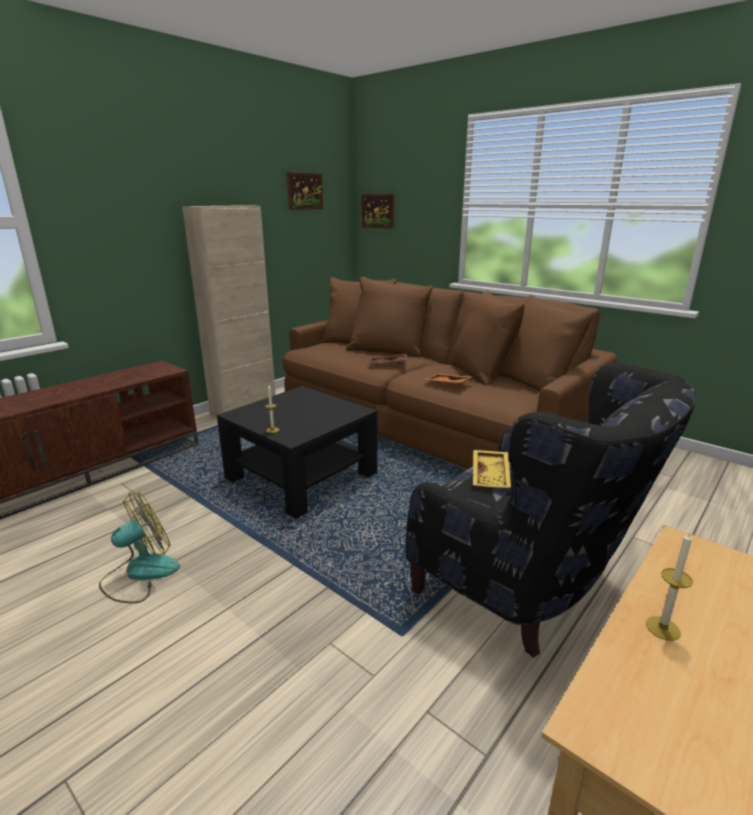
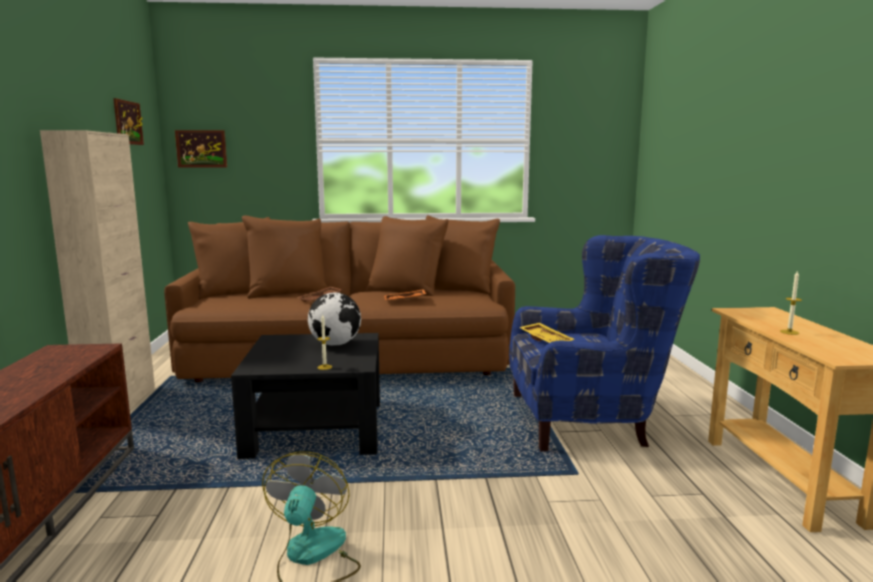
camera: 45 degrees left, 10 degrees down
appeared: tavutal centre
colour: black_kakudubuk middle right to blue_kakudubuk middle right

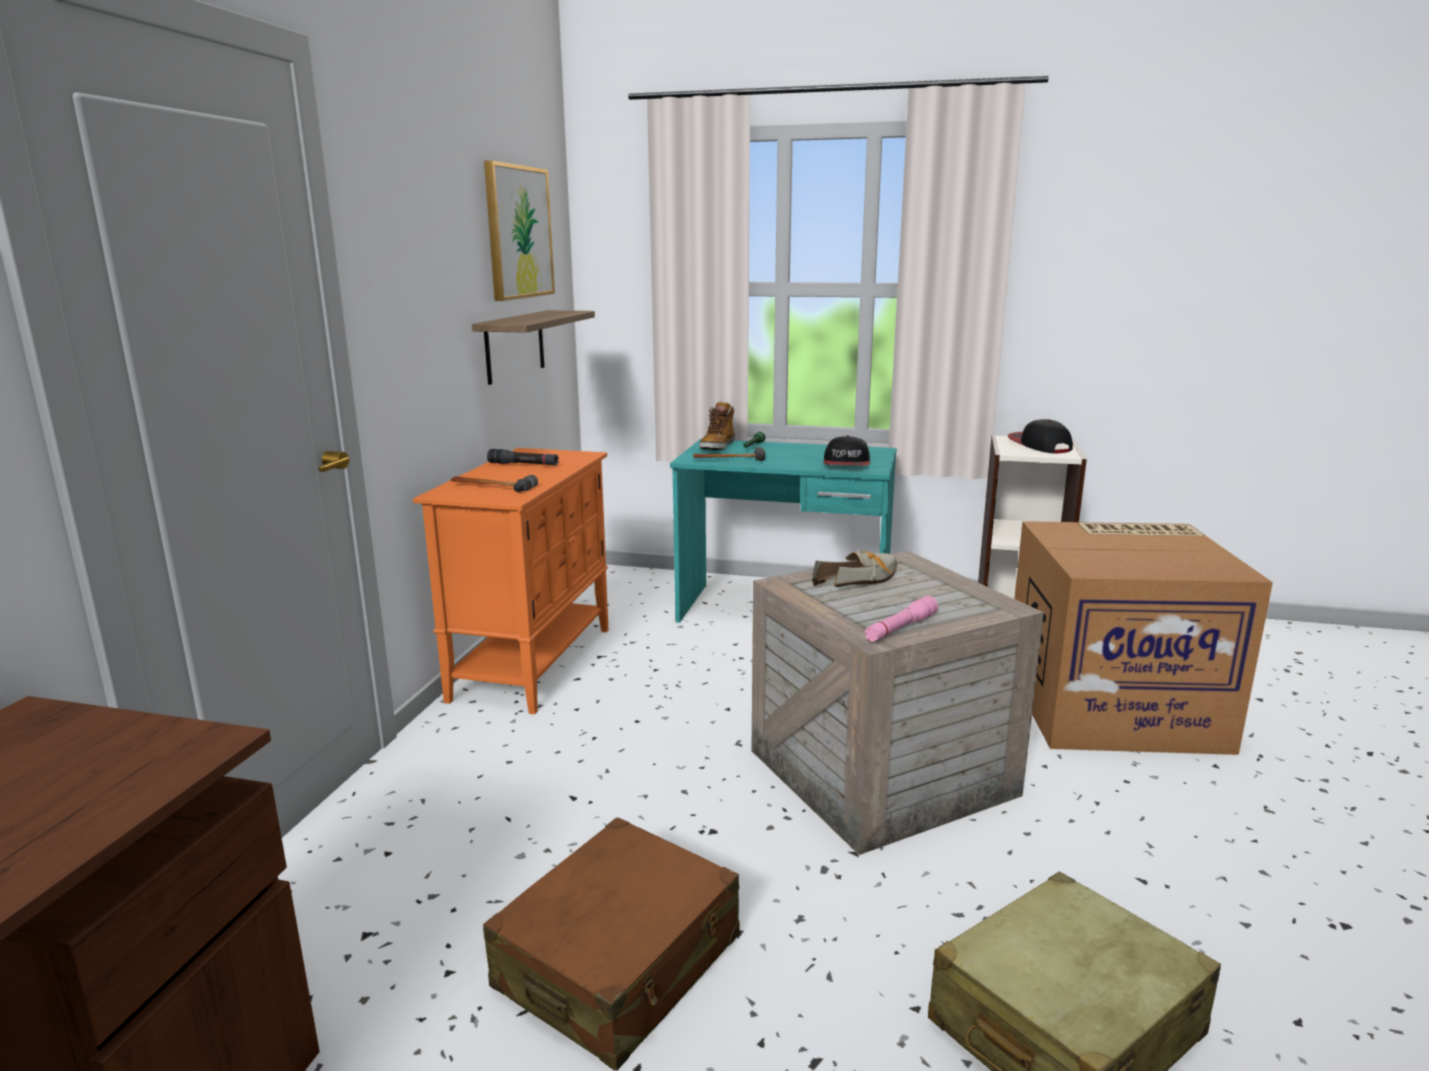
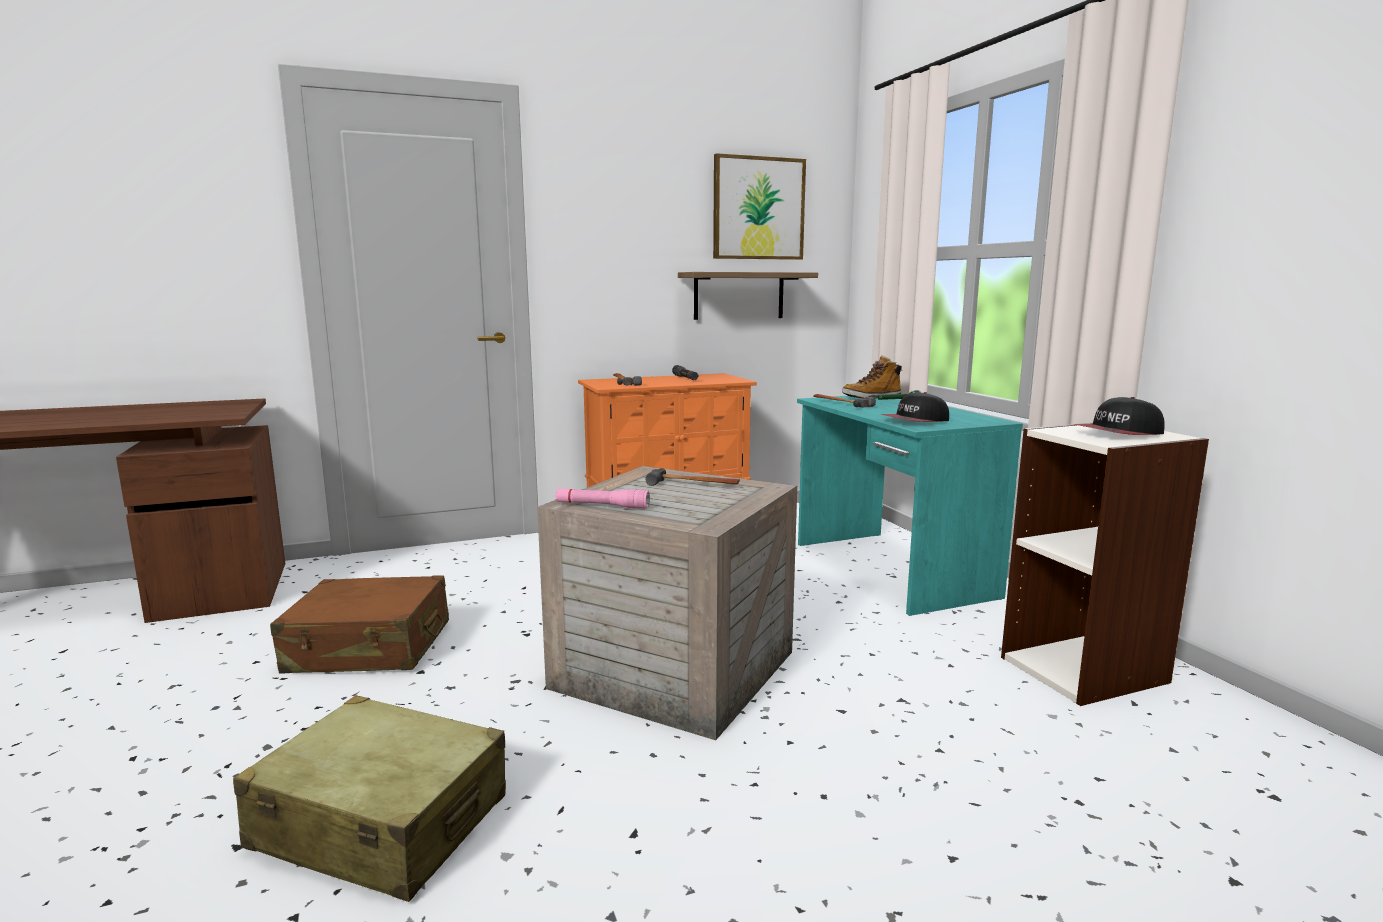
camera: 55 degrees right, 5 degrees down
missing: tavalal middle right
exchanged: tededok centre to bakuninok (no. 2 from left) centre
spun: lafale (no. 2 from left) middle right = middle right 150 degrees counterclockwise

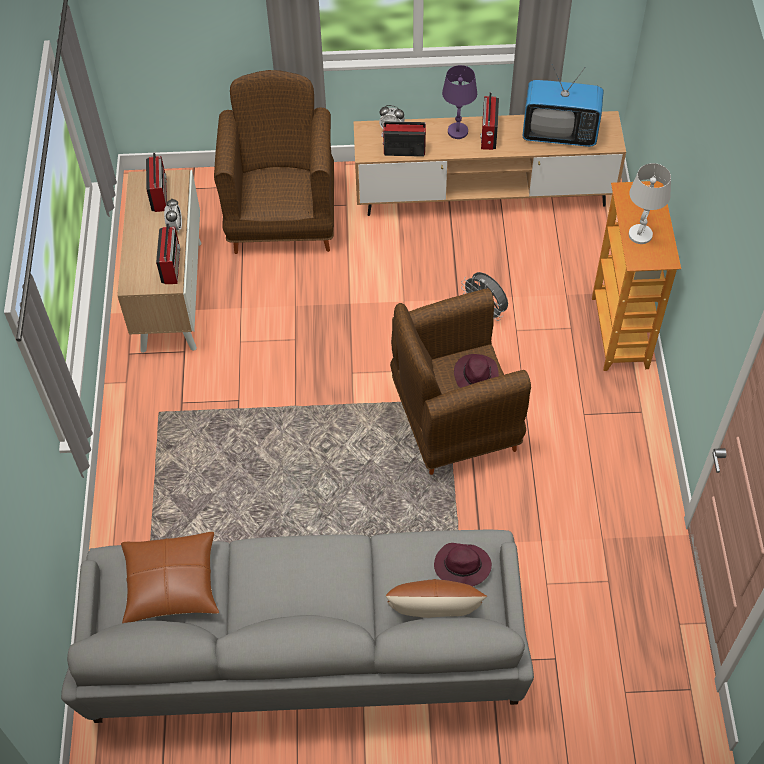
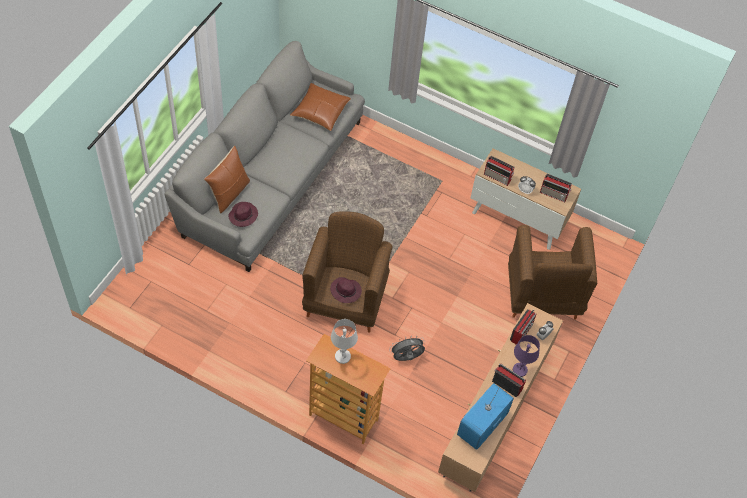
camera: 115 degrees right, 0 degrees up
spun: brown_kakudubuk (no. 1 from left in the first image) top centre = middle right 60 degrees clockwise

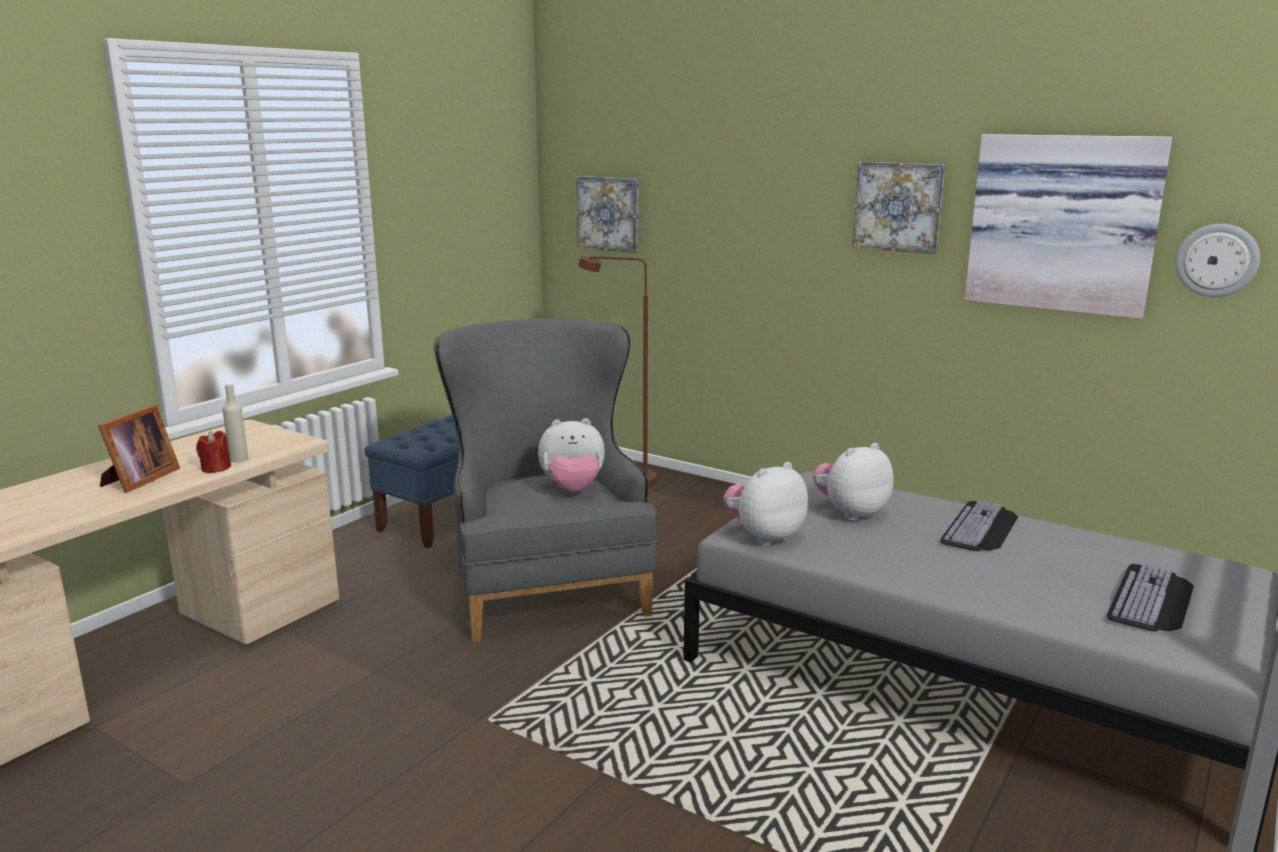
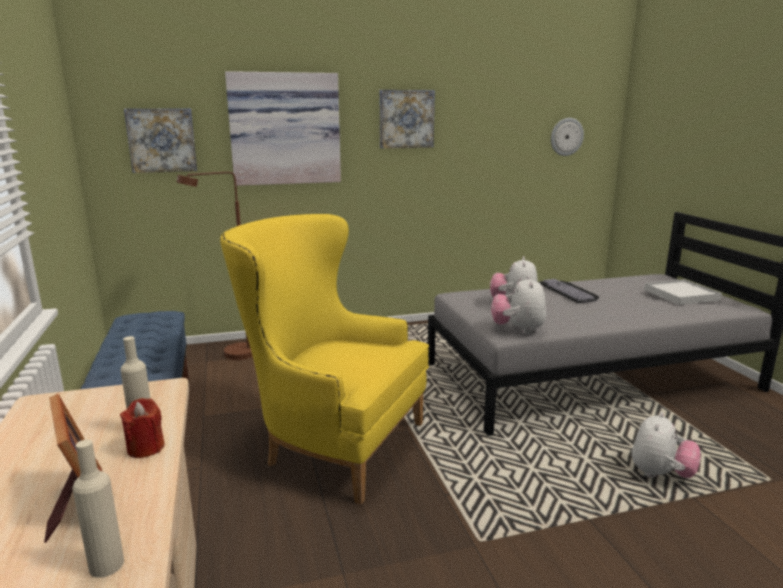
camera: 50 degrees left, 0 degrees up
appeared: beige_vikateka (no. 1 from left) bottom left
relocated: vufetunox (no. 1 from left in the first image) centre to vufetunox (no. 3 from left) bottom right; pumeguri (no. 3 from left in the first image) top right to pumeguri (no. 2 from left) top centre
exchanged: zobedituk (no. 2 from left) bottom right to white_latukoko middle right
colour: grey_kakudubuk centre to yellow_kakudubuk centre

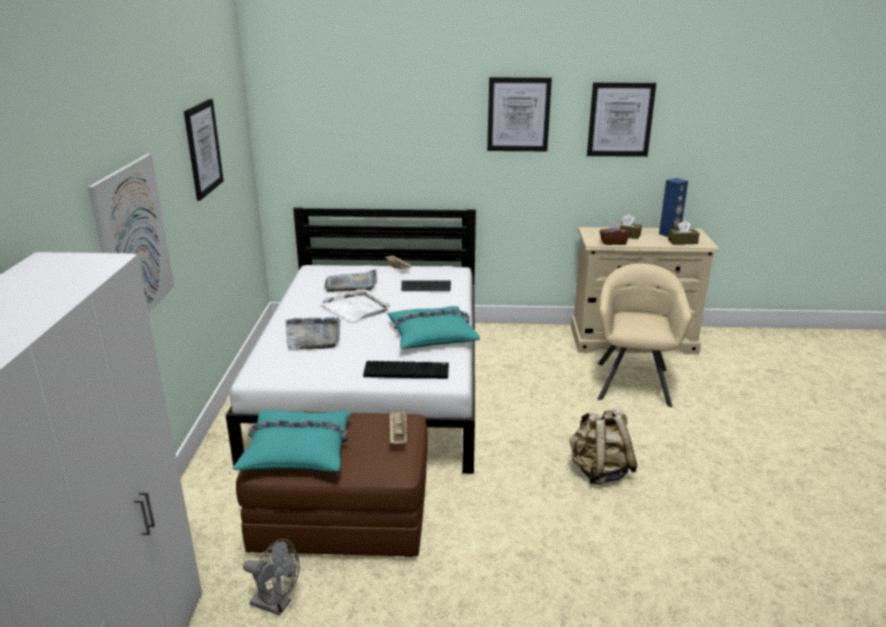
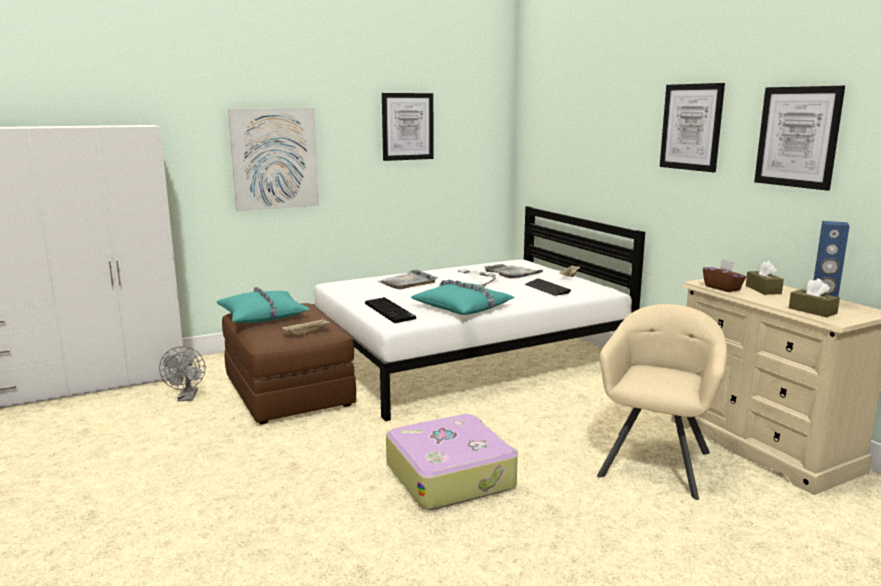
camera: 60 degrees right, 10 degrees down
exchanged: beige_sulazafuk bottom right to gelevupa bottom centre
spun: beige_kakudubuk middle right = bottom right 45 degrees counterclockwise

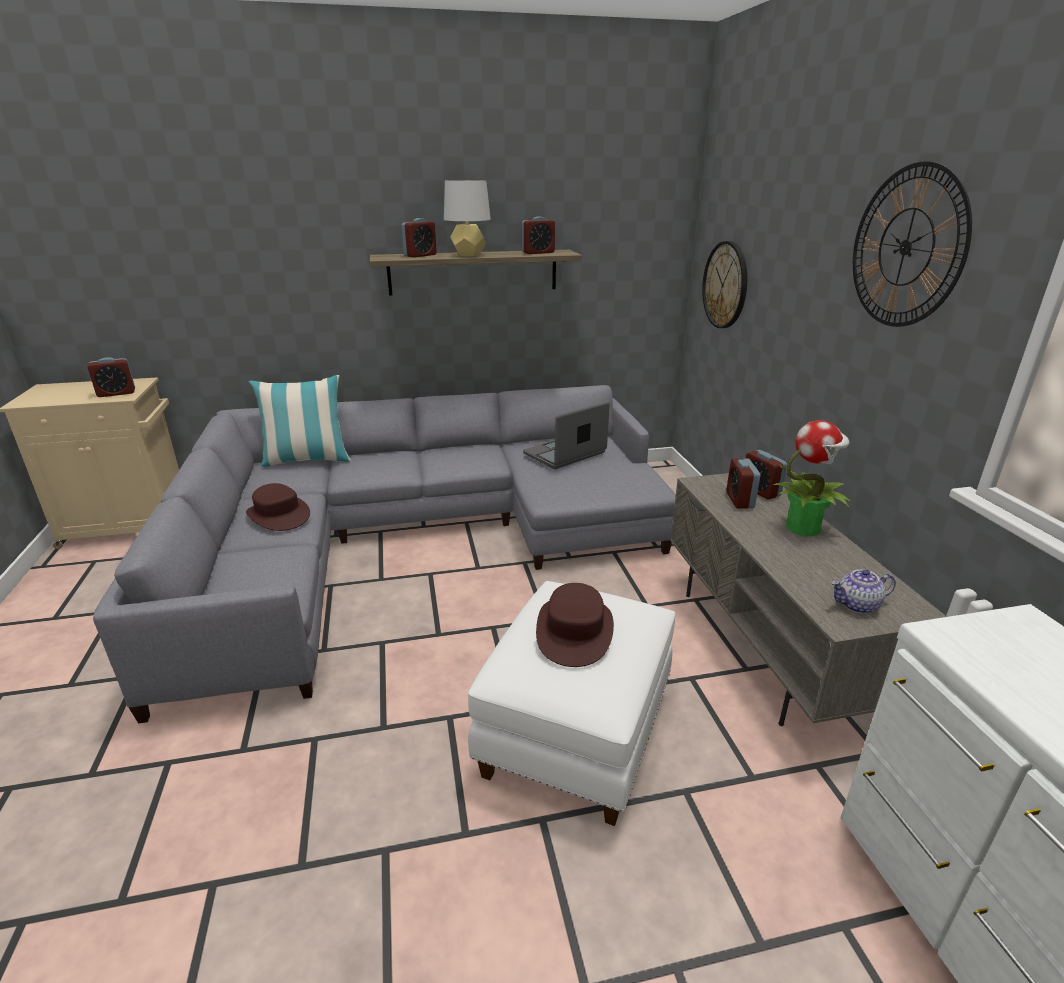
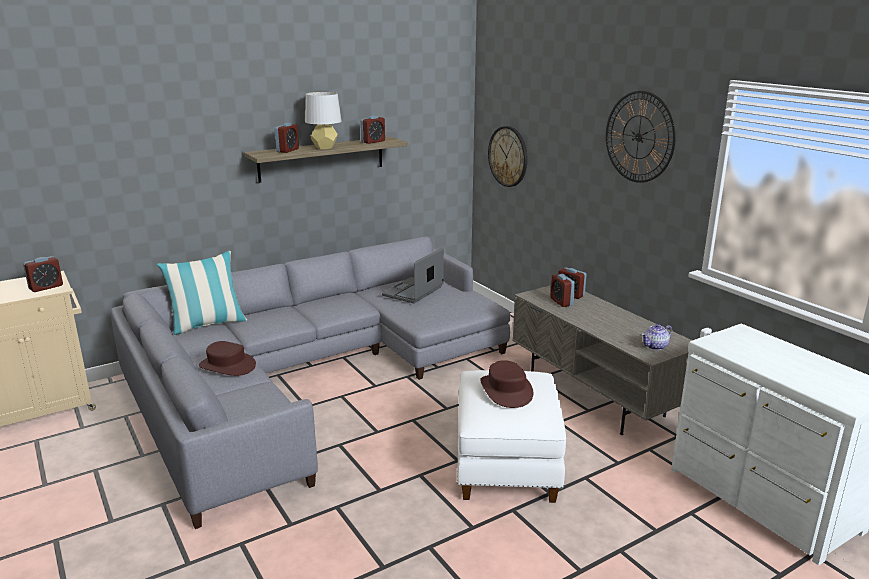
camera: 20 degrees left, 5 degrees down
missing: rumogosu middle right

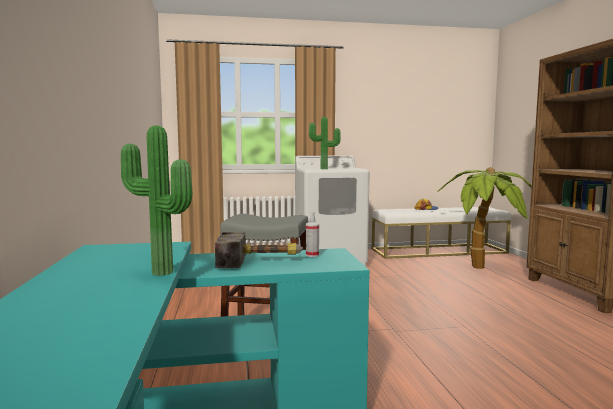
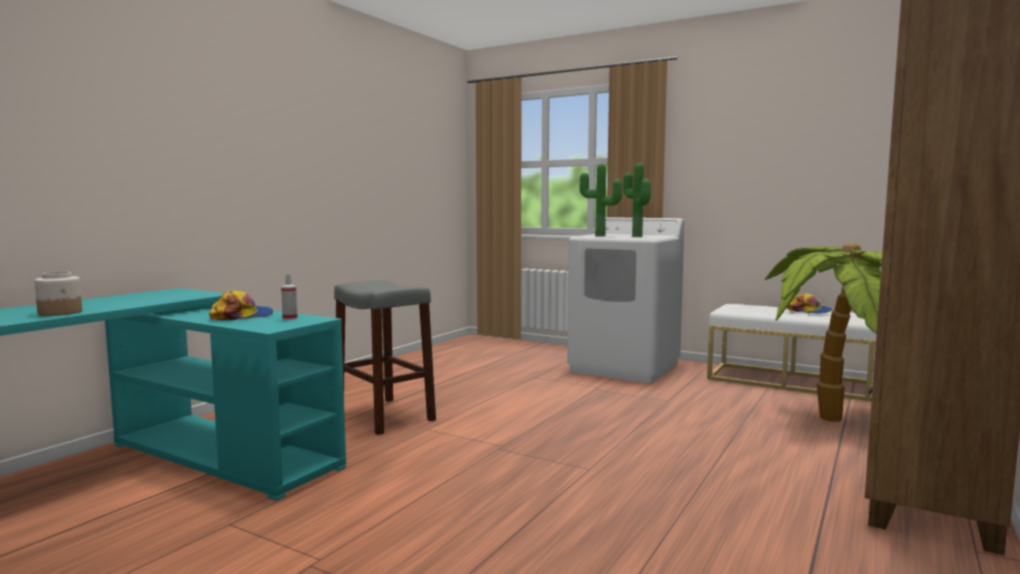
camera: 40 degrees right, 0 degrees up
appeared: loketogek middle left
relocated: rumogosu (no. 1 from left in the first image) middle left to rumogosu (no. 2 from left) centre
exchanged: bakuninok centre to lafale (no. 1 from left) middle left

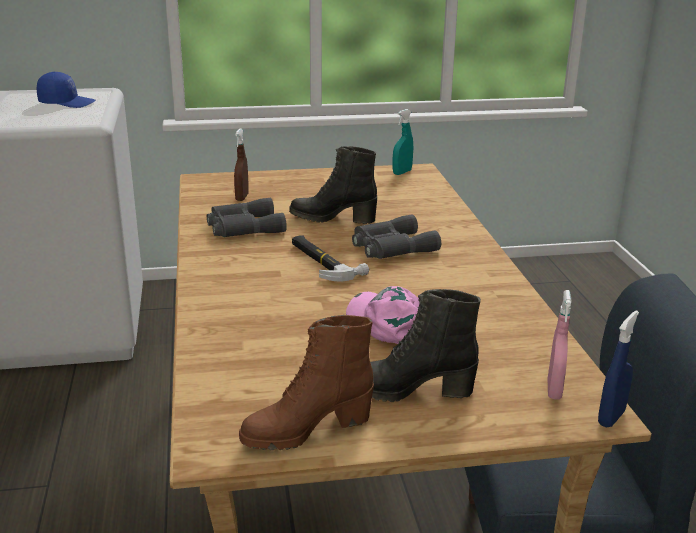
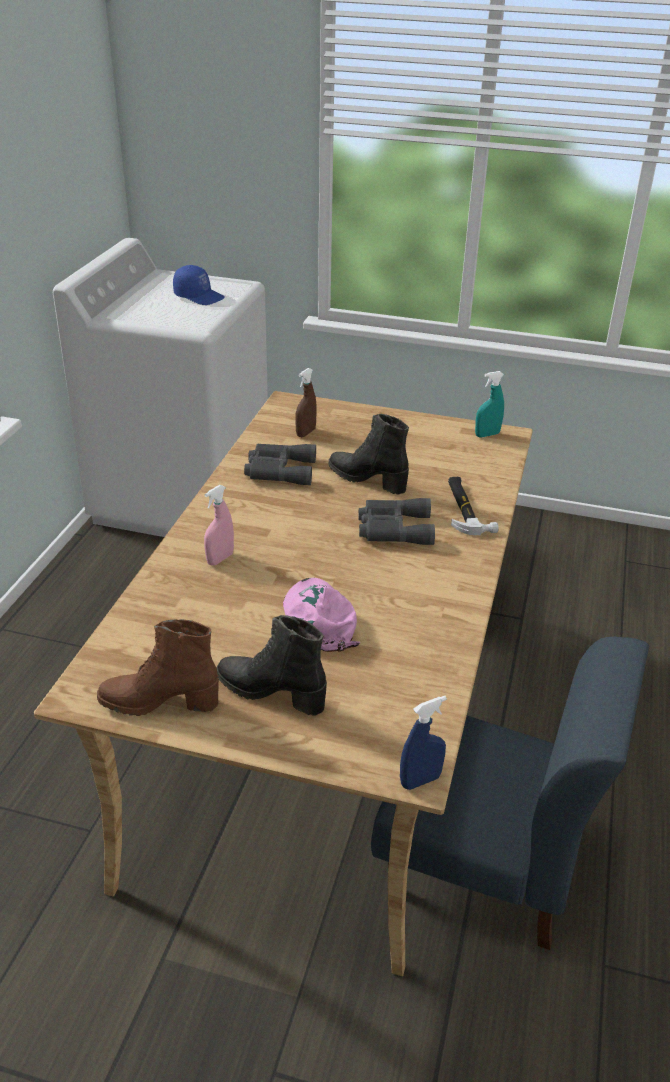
camera: 25 degrees right, 10 degrees up
relocated: bakuninok centre to middle right; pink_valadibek middle right to middle left

